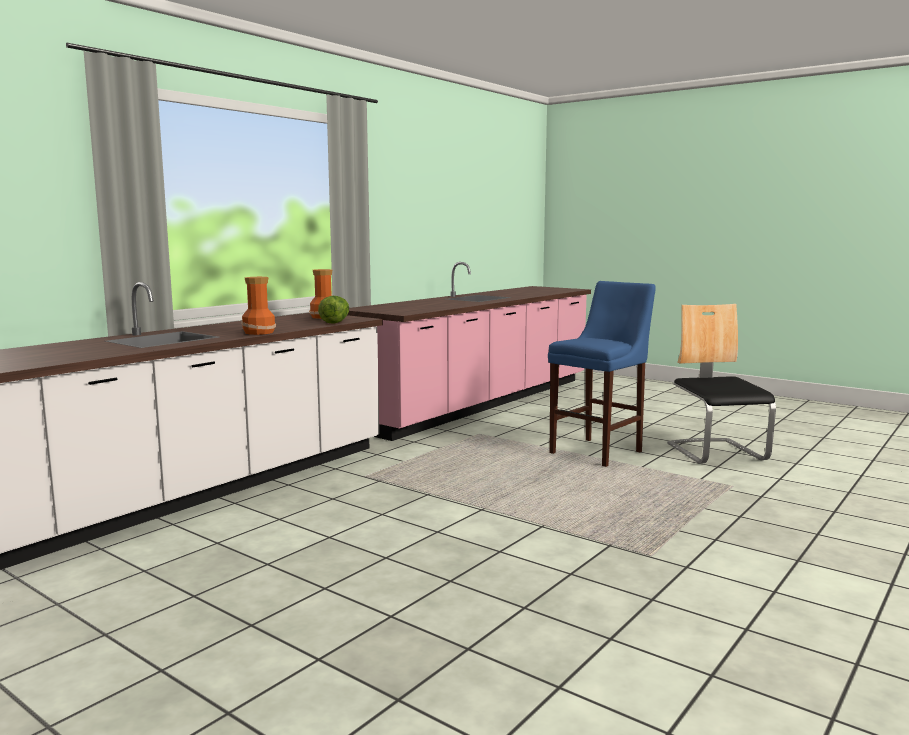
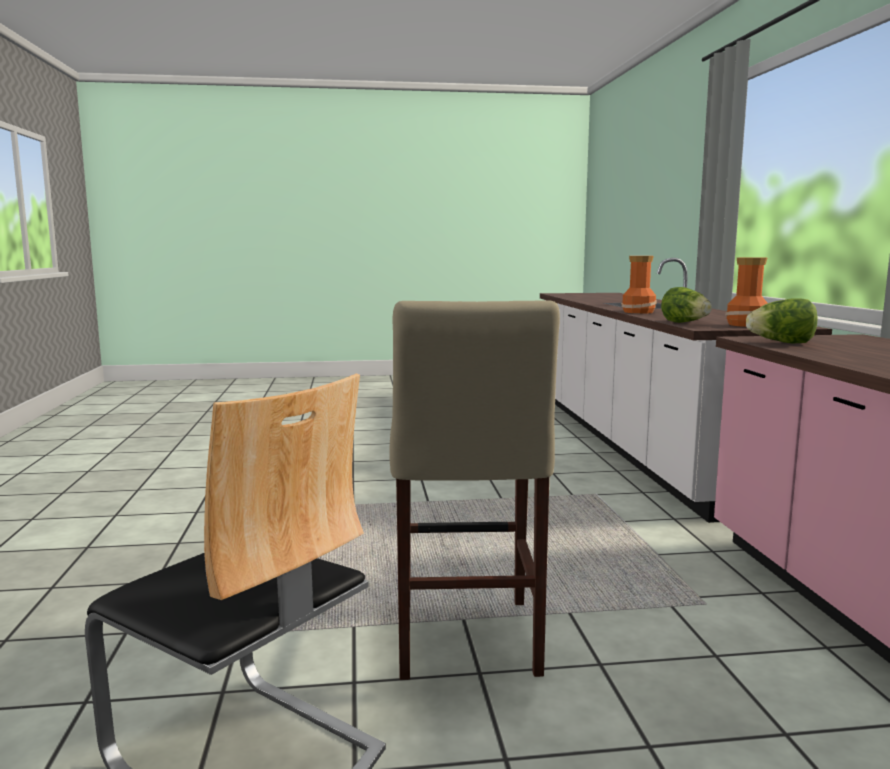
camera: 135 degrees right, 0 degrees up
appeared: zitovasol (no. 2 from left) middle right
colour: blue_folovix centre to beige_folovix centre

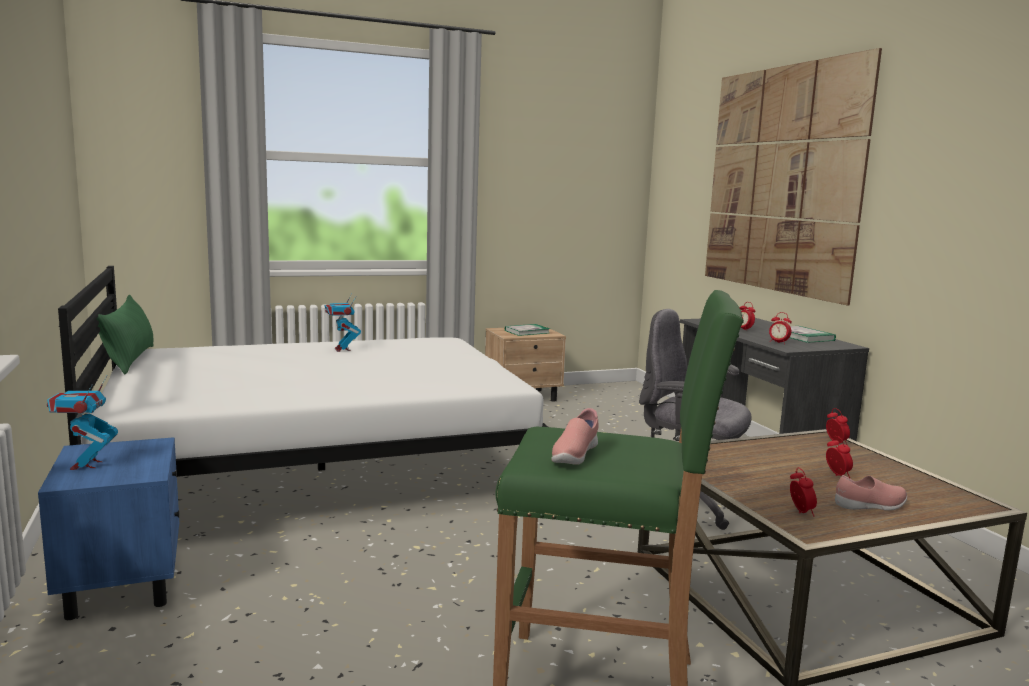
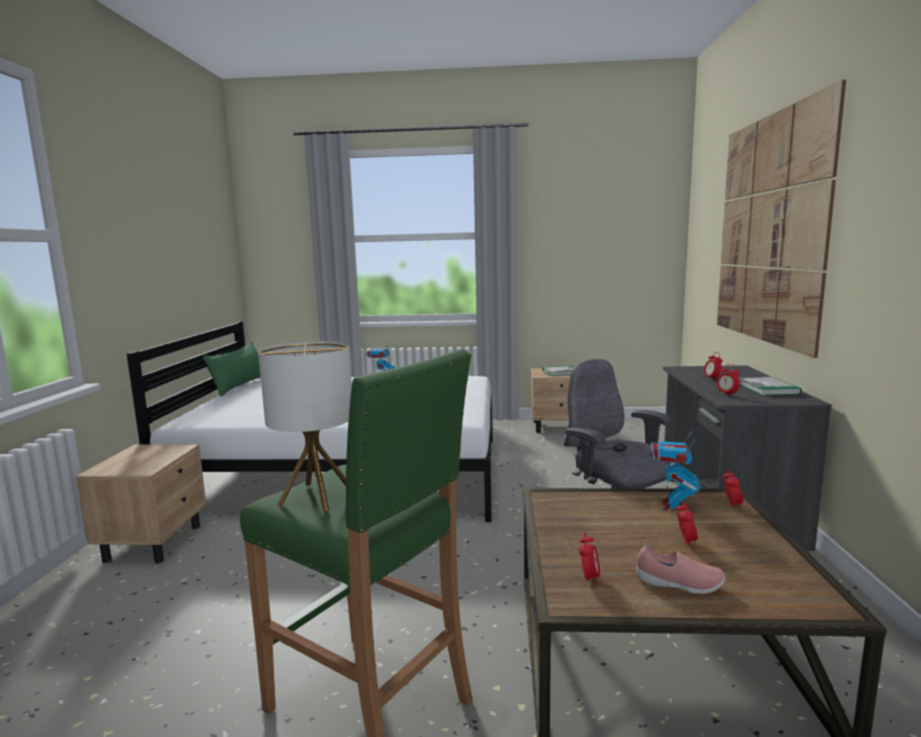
camera: 25 degrees right, 0 degrees up
relocated: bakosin (no. 1 from left in the first image) middle left to bakosin (no. 2 from left) middle right
exchanged: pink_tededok (no. 1 from left) centre to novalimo middle left
colour: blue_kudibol bottom left to beige_kudibol (no. 1 from left) bottom left

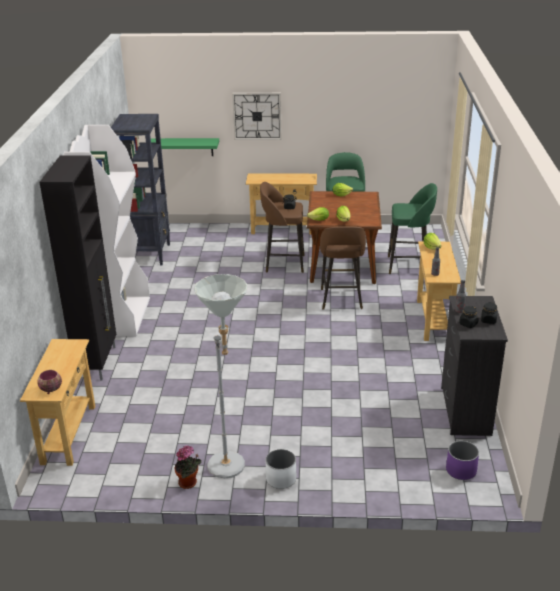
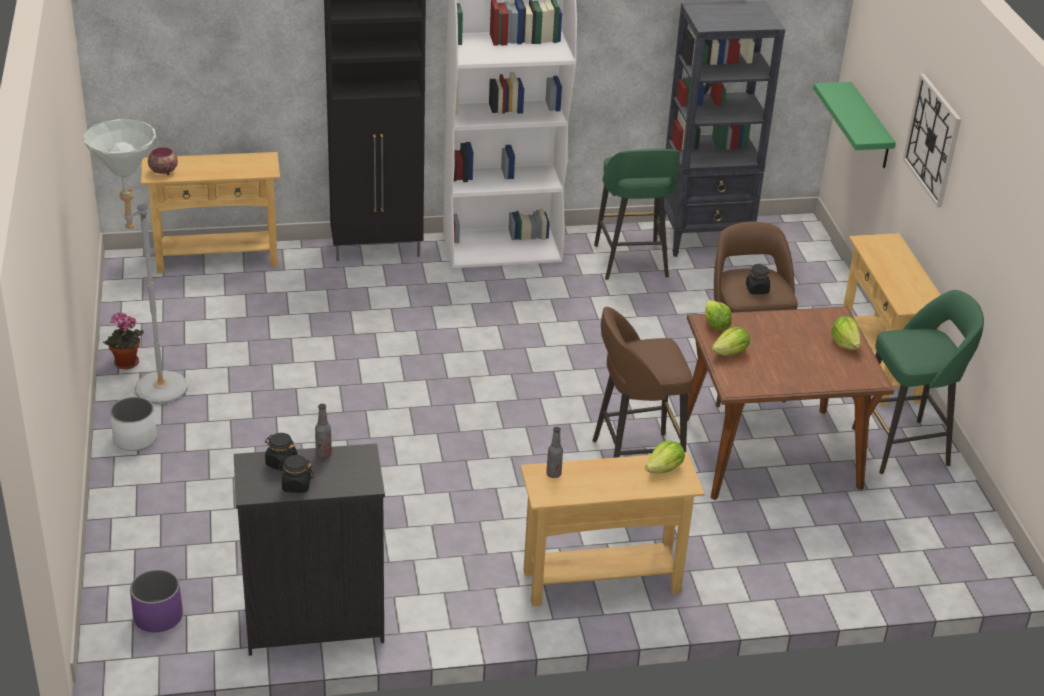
camera: 75 degrees right, 5 degrees up
relocated: green_folovix (no. 2 from left in the first image) middle right to green_folovix (no. 1 from left) top centre

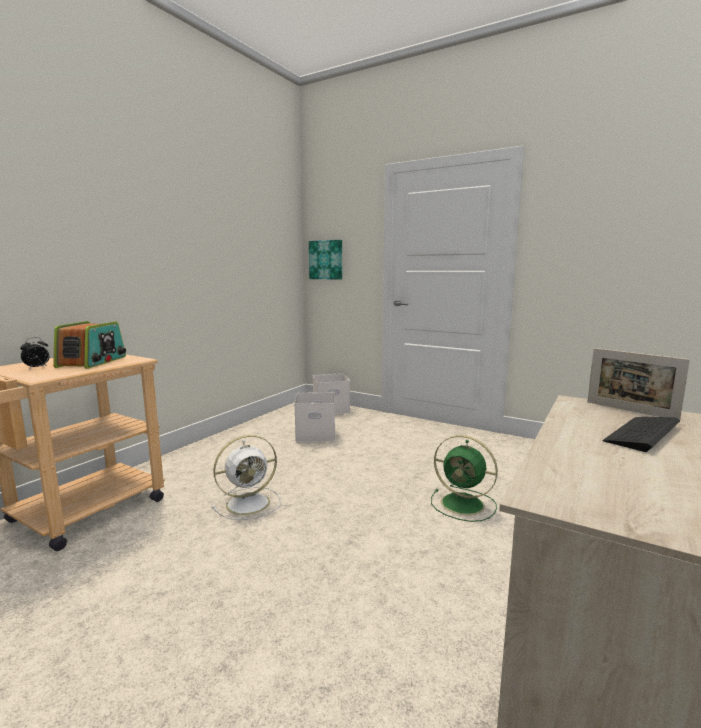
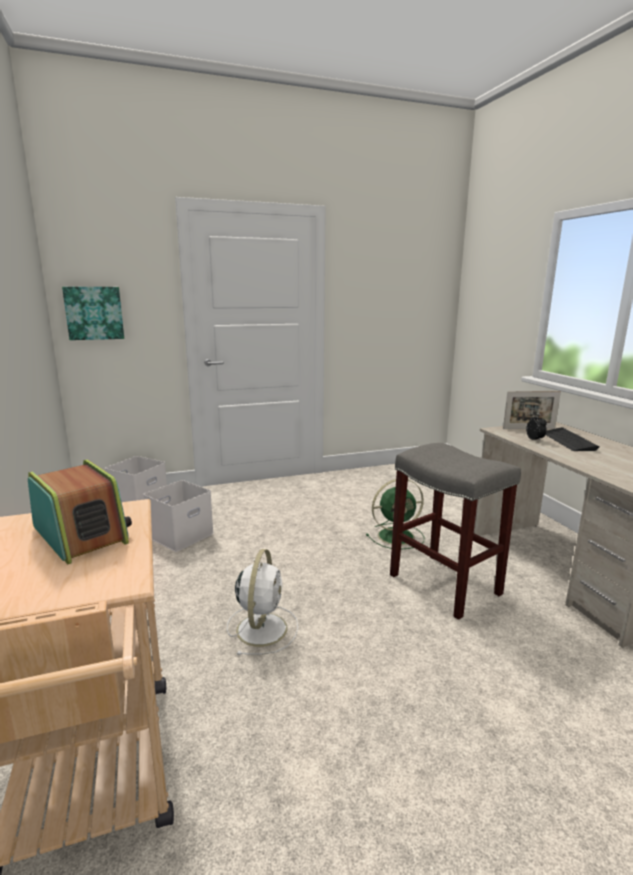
camera: 50 degrees left, 5 degrees up
appeared: grey_folovix middle right
relocated: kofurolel middle left to middle right

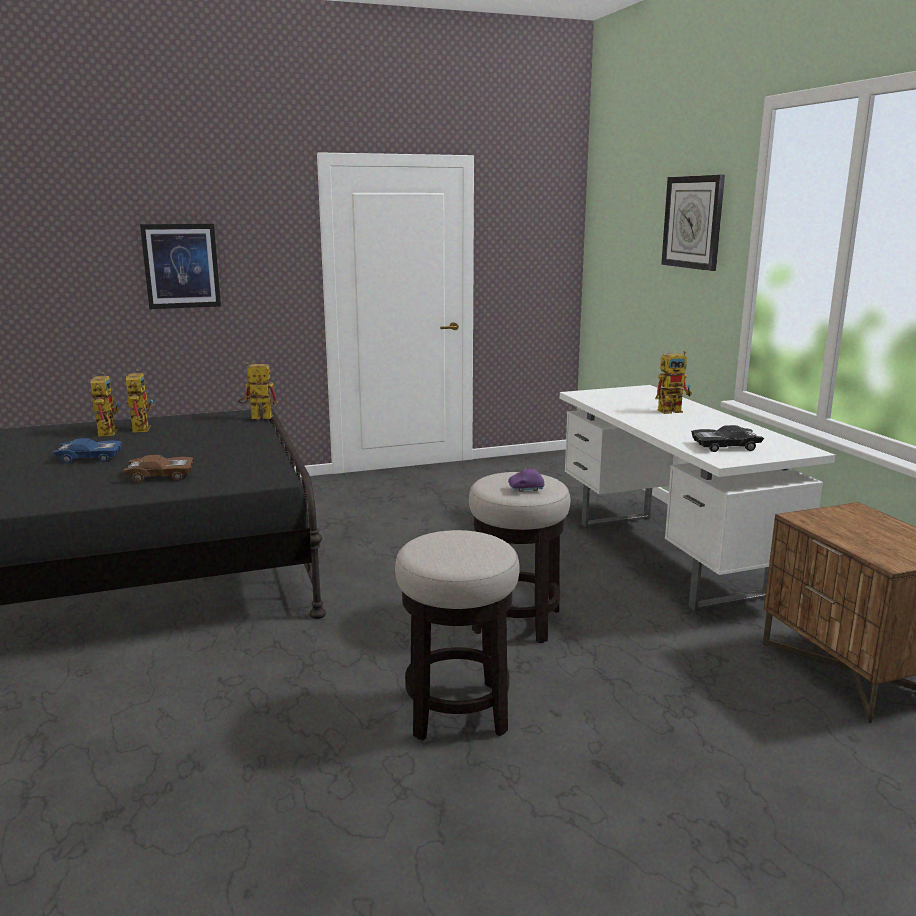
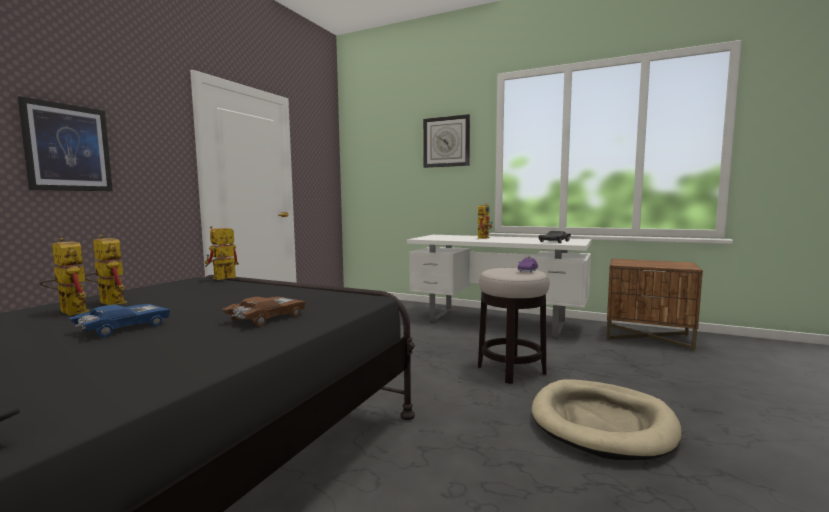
camera: 45 degrees left, 10 degrees down
exchanged: folovix (no. 1 from left) bottom centre to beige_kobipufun bottom right

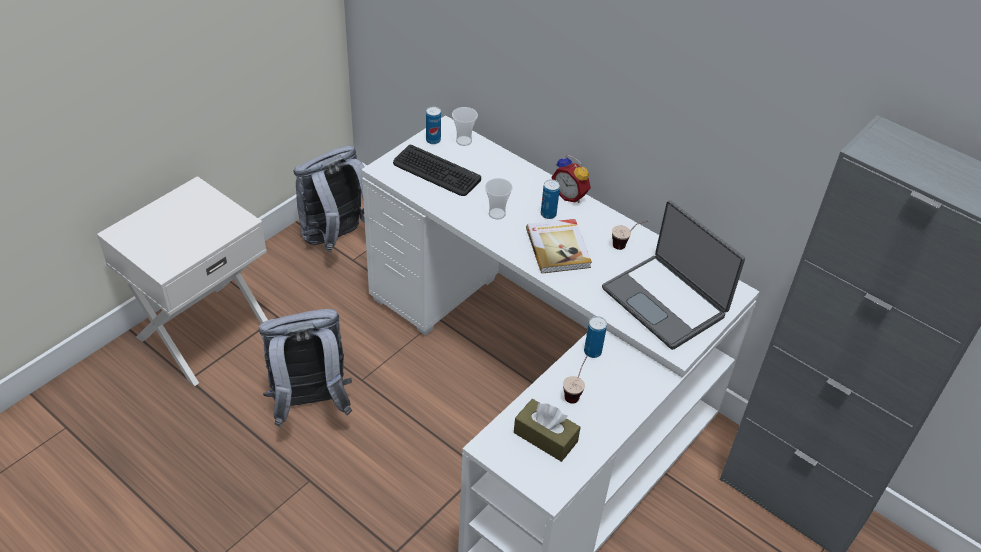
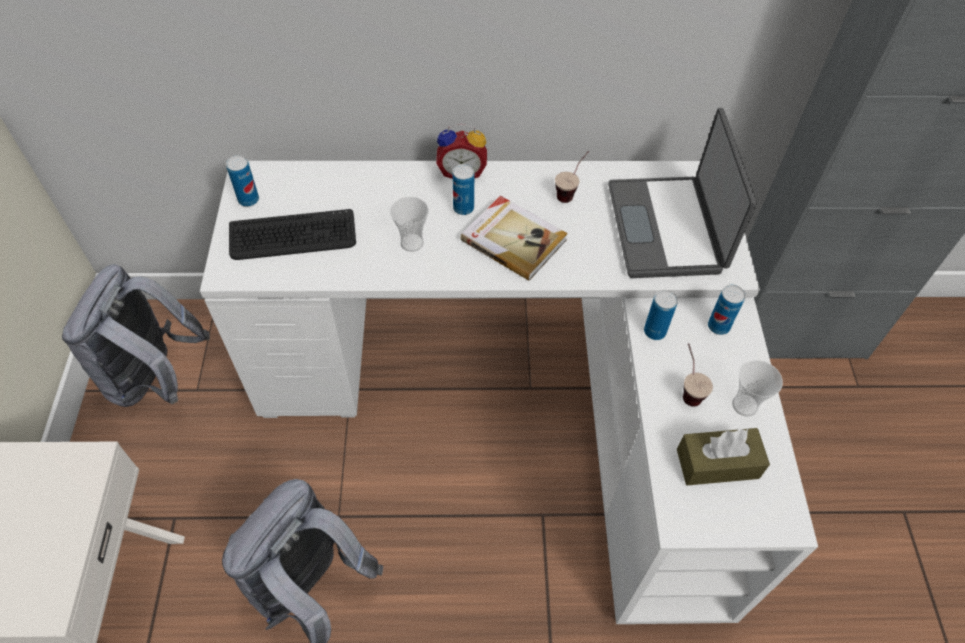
camera: 40 degrees left, 10 degrees up
appeared: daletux (no. 4 from left) middle right
relocated: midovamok (no. 1 from left in the first image) top centre to midovamok (no. 4 from left) middle right
spun: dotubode middle right = top right 75 degrees clockwise

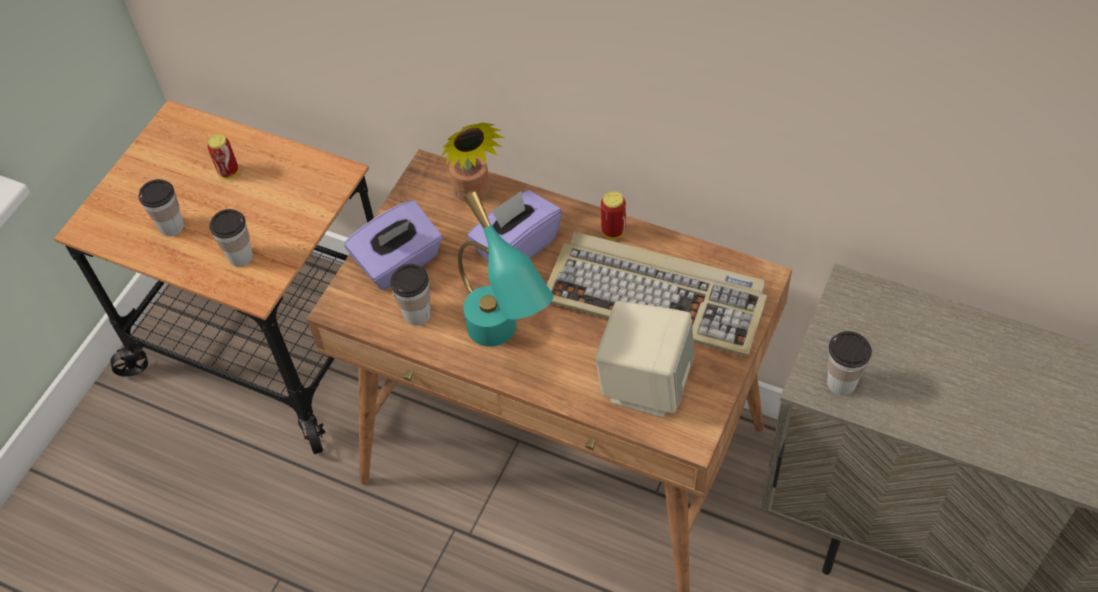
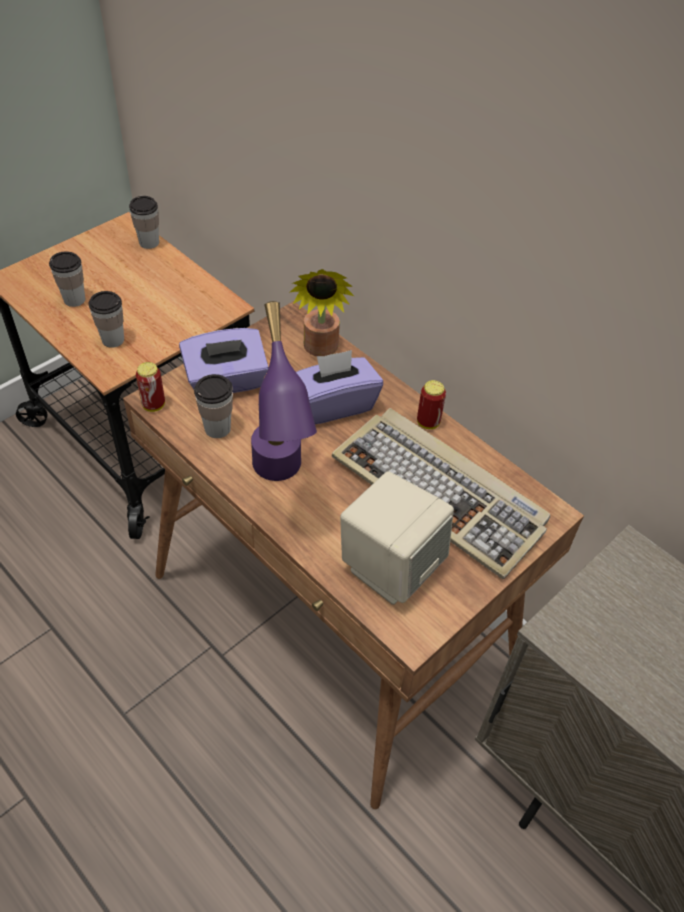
camera: 15 degrees right, 5 degrees down
relocated: daletux (no. 1 from left) top left to middle left; midovamok (no. 4 from left in the first image) middle right to midovamok (no. 3 from left) top left
colour: turquoise_novalimo centre to purple_novalimo centre

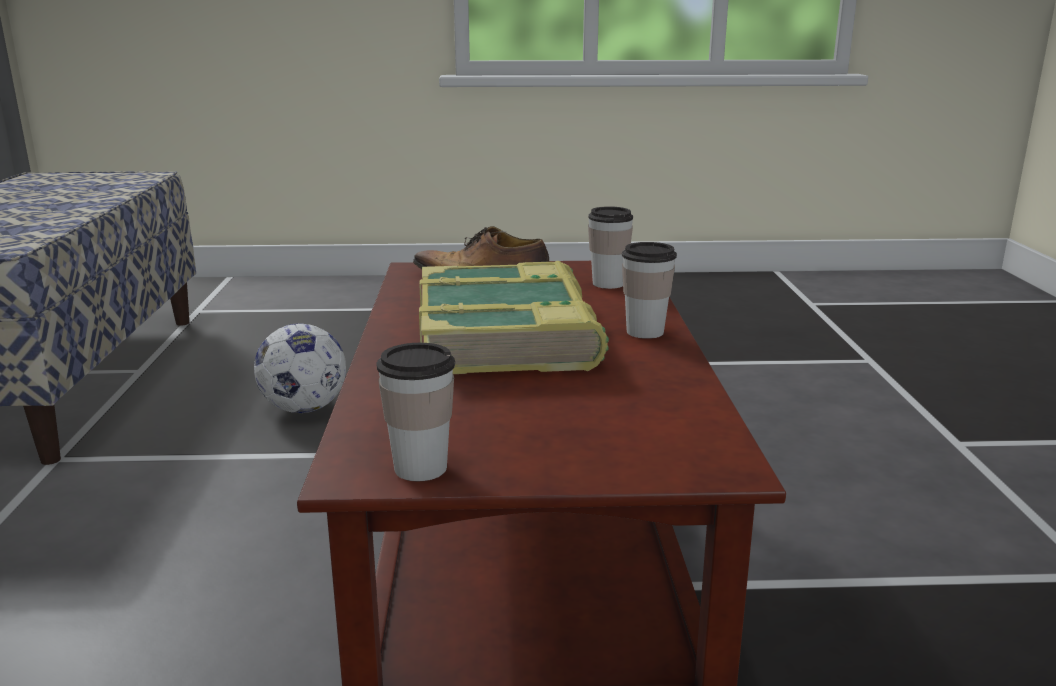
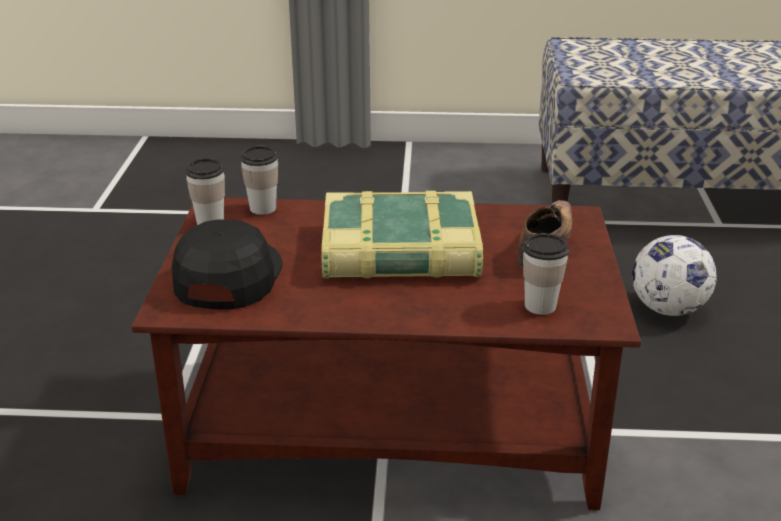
camera: 95 degrees right, 10 degrees up
appeared: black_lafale middle left
relocated: midovamok (no. 3 from left in the first image) centre to midovamok (no. 2 from left) middle left

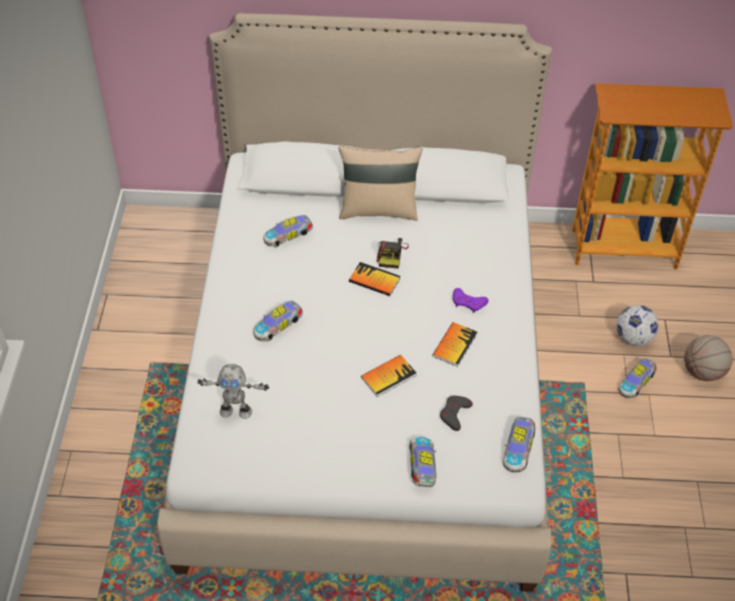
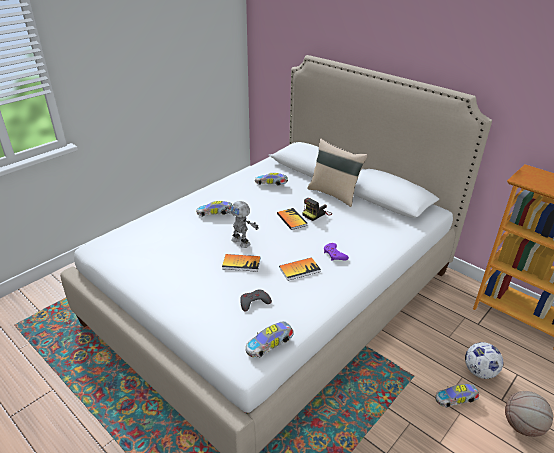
camera: 40 degrees right, 15 degrees down
missing: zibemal (no. 3 from left) bottom centre
relocated: bakosin middle left to centre

